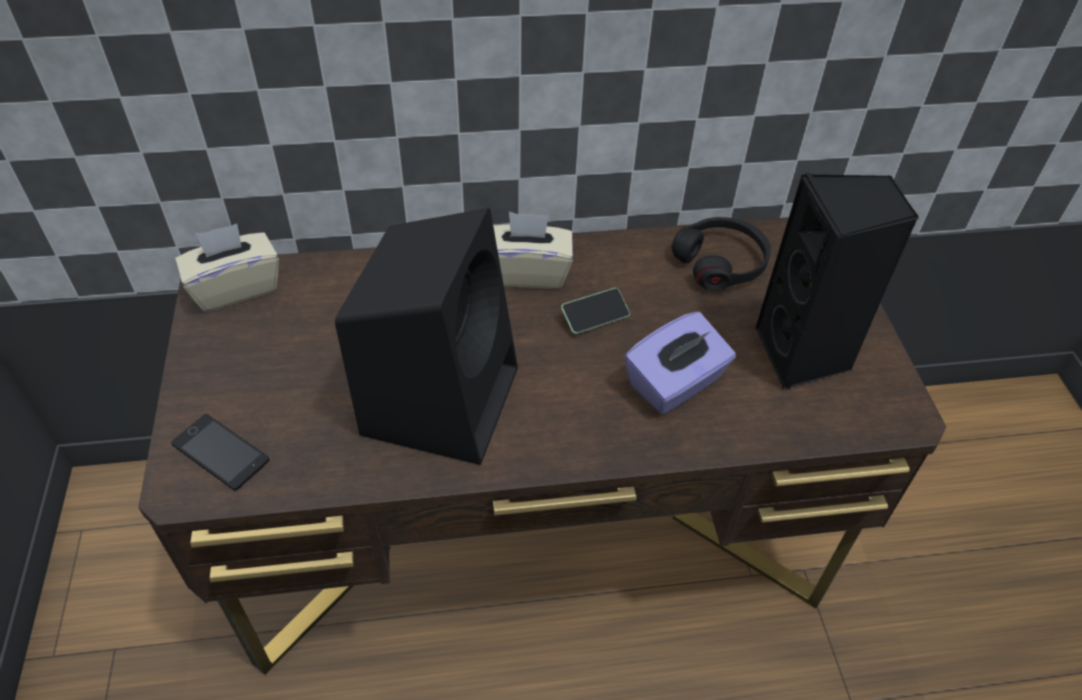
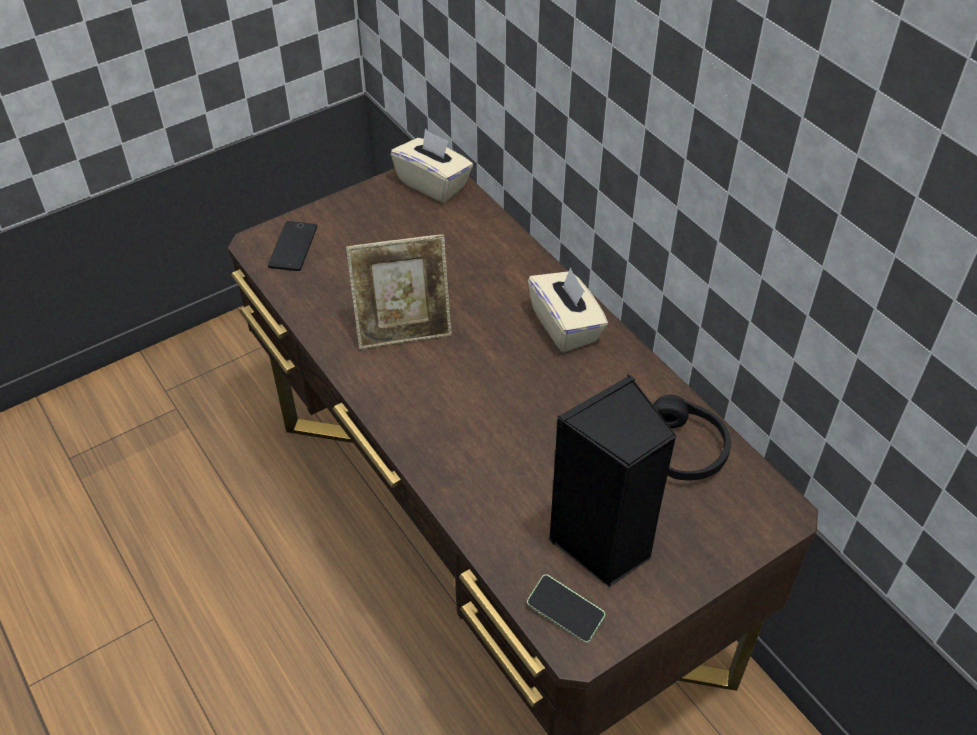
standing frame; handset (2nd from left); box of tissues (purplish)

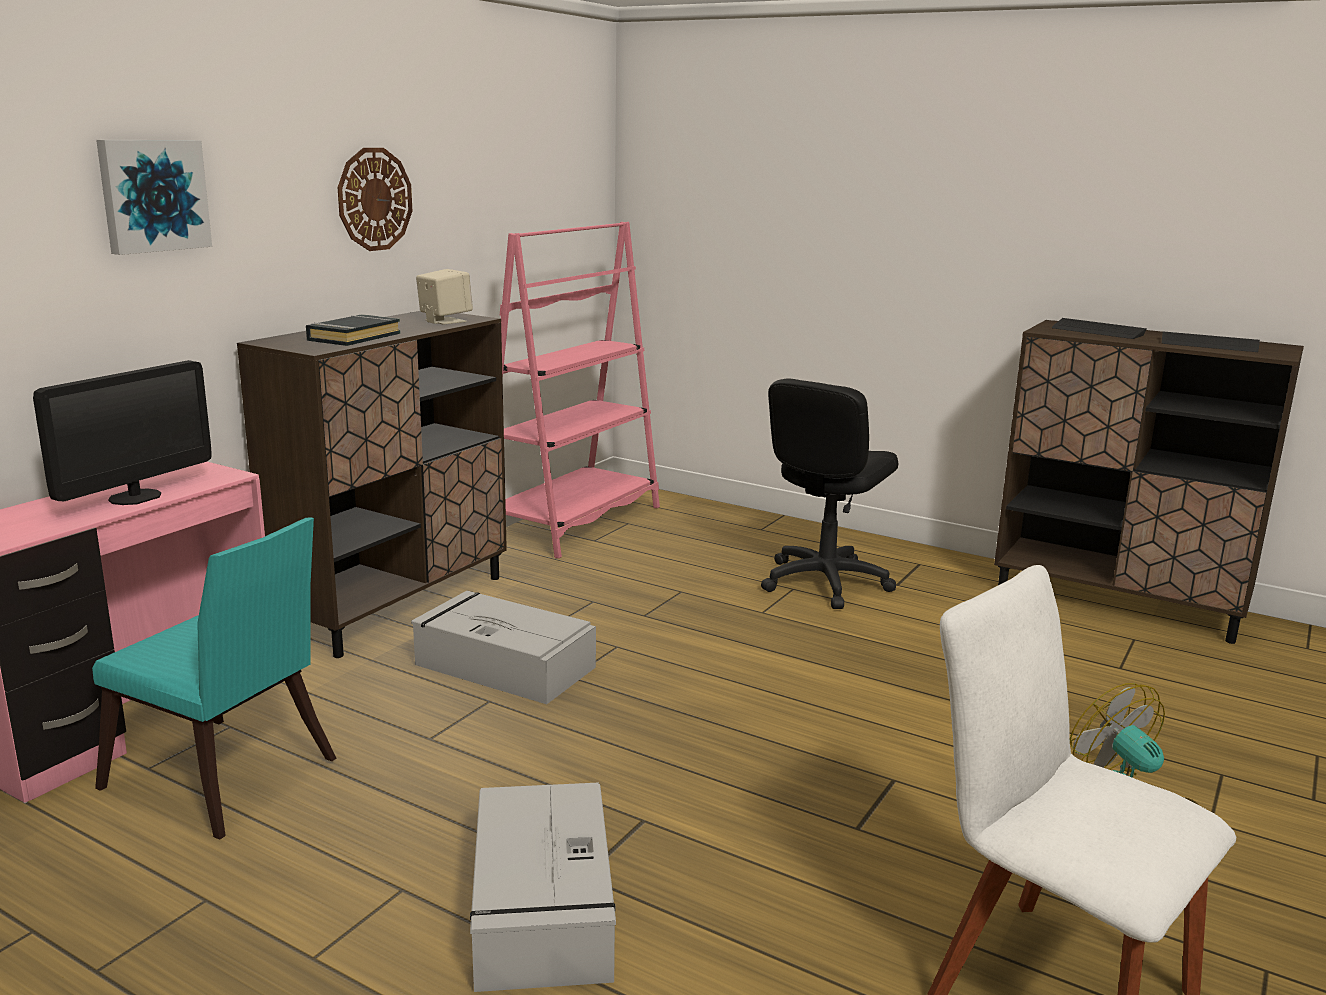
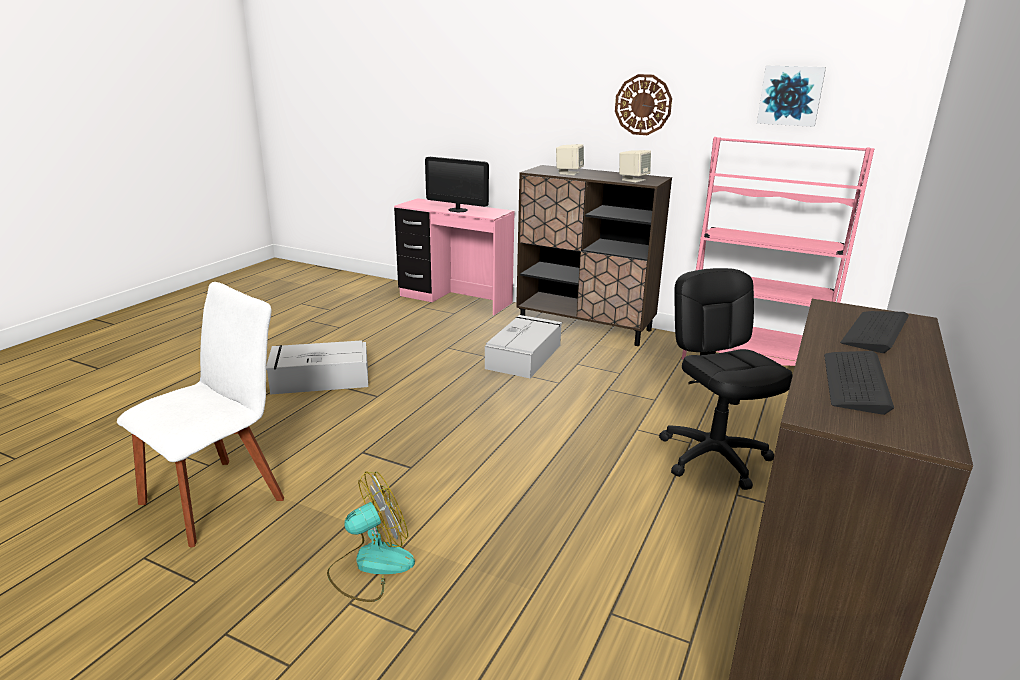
plain chair (turquoise-coloured); wall picture; speaker (beige) (1st from left); office chair (blackish)

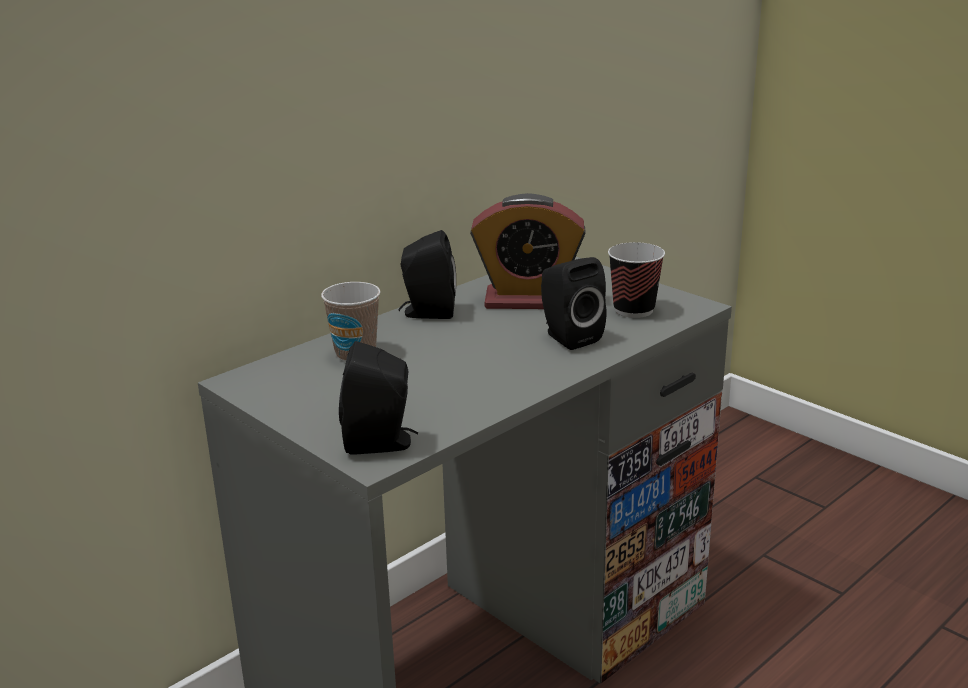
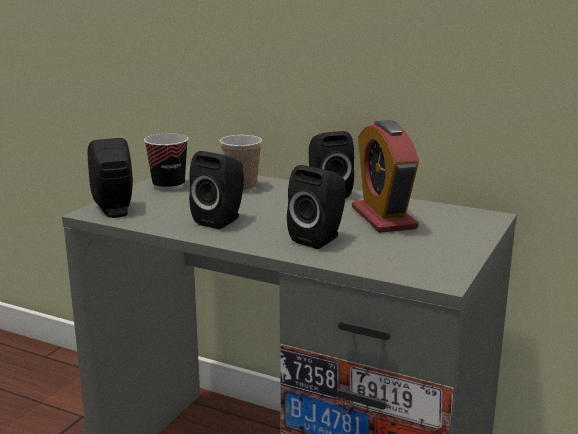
cup (1st from left); speaker (blackish) (2nd from left)

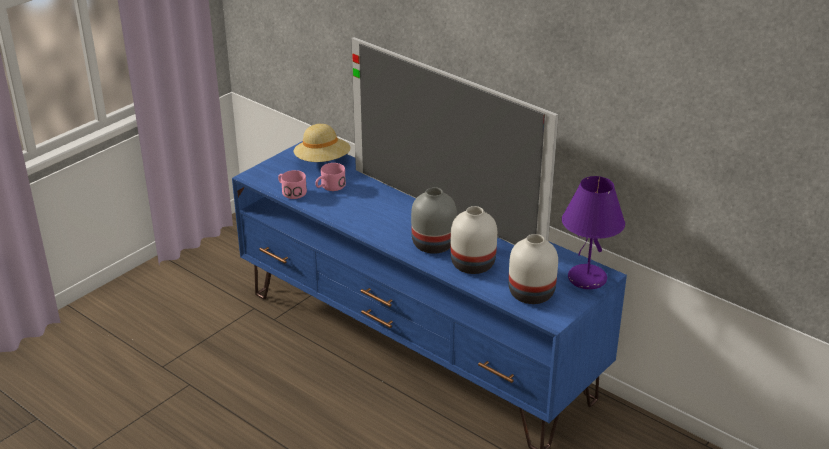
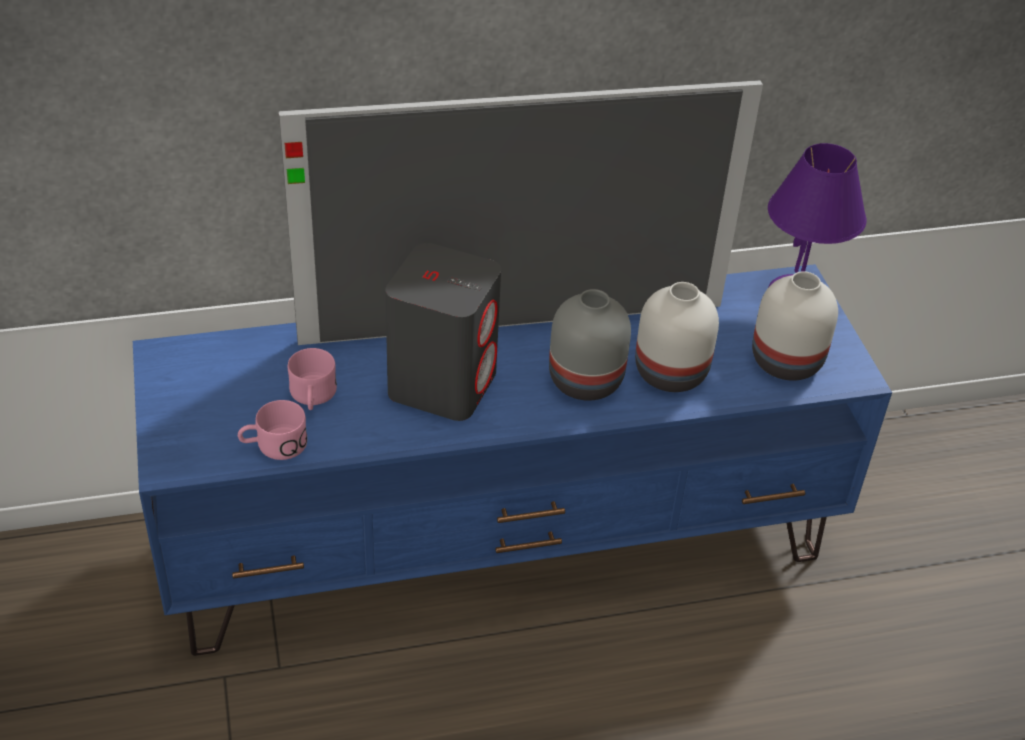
wearable hat (beige); speaker (gray)

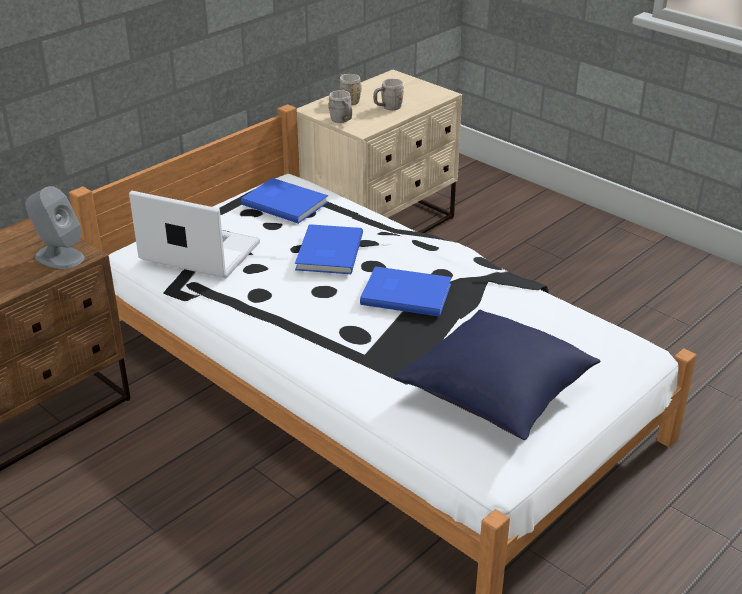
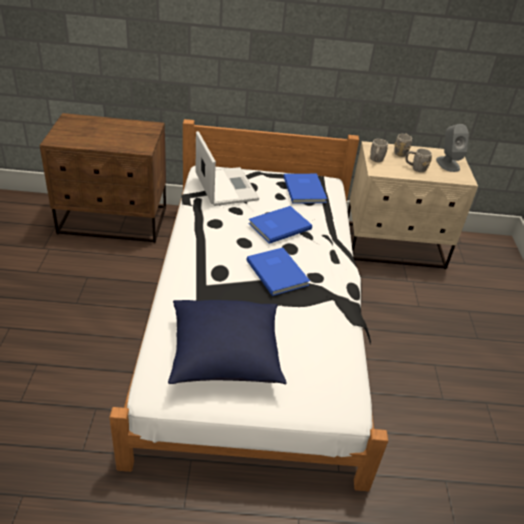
speaker (gray)

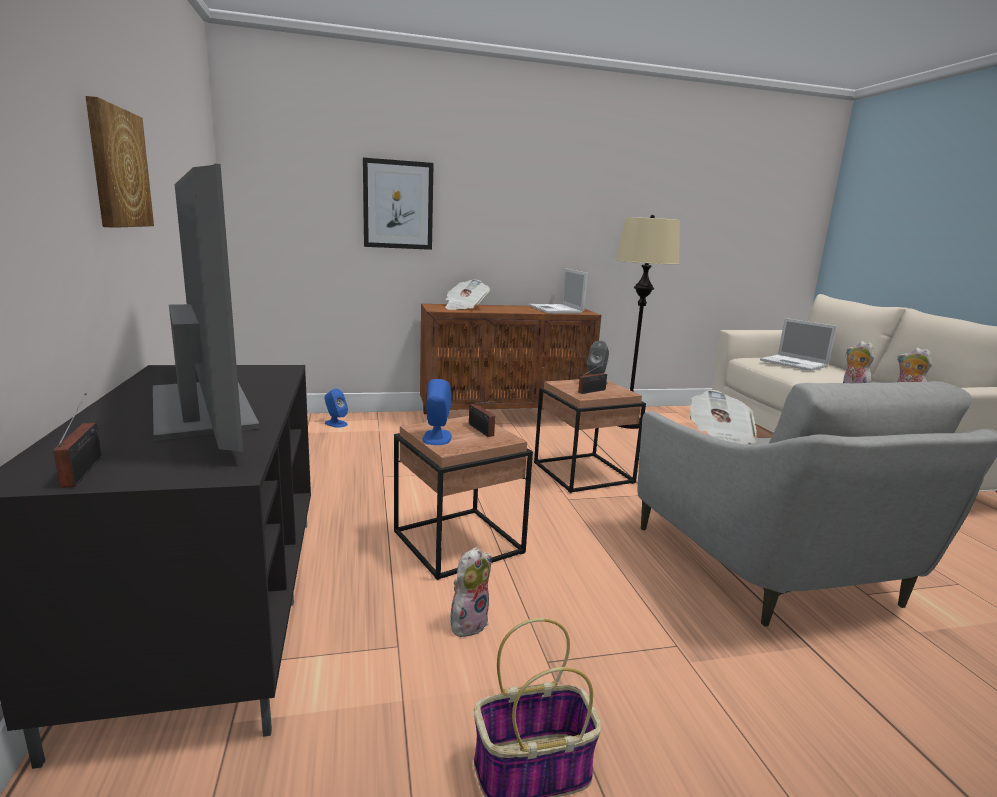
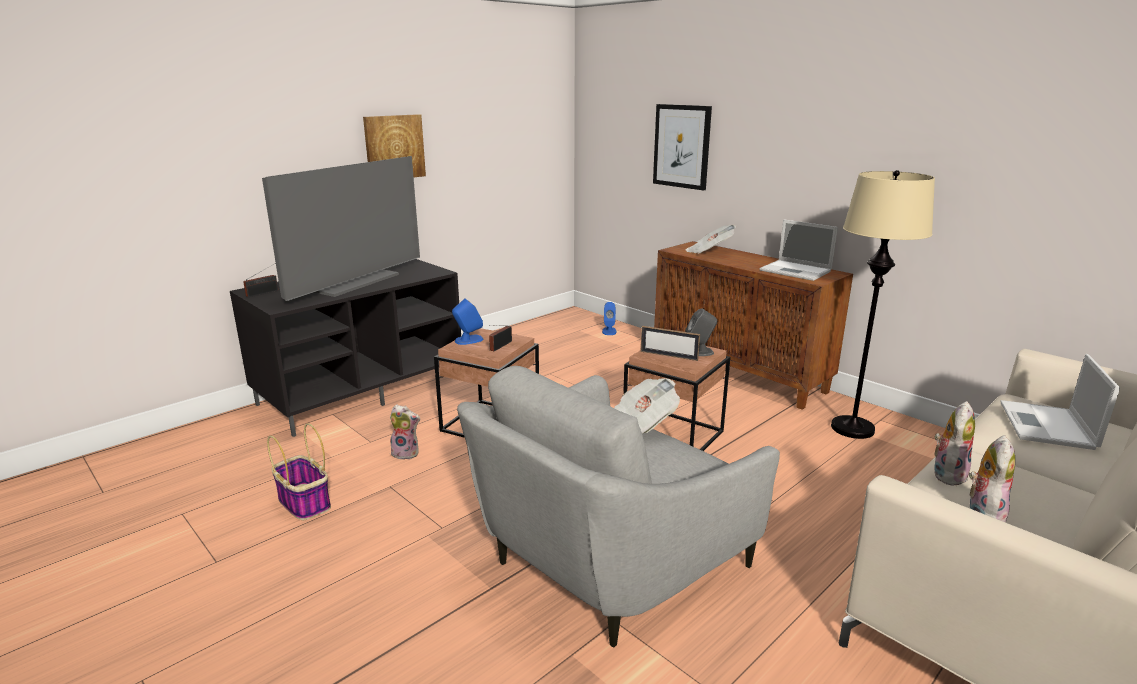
notebook computer (1st from left); standing frame

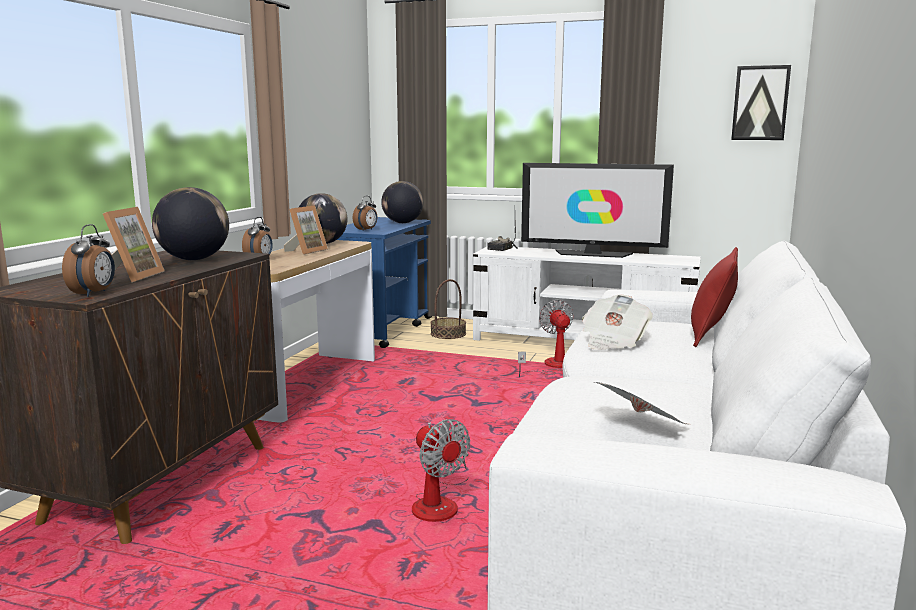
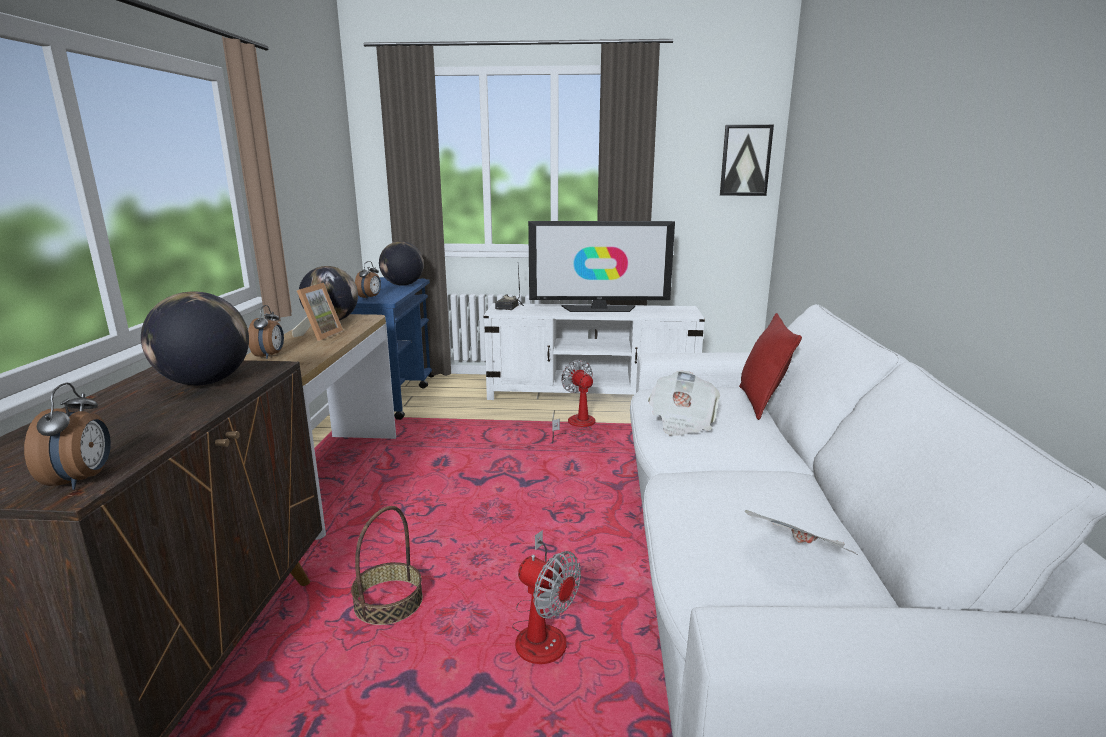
standing frame (1st from left in the first image); basket

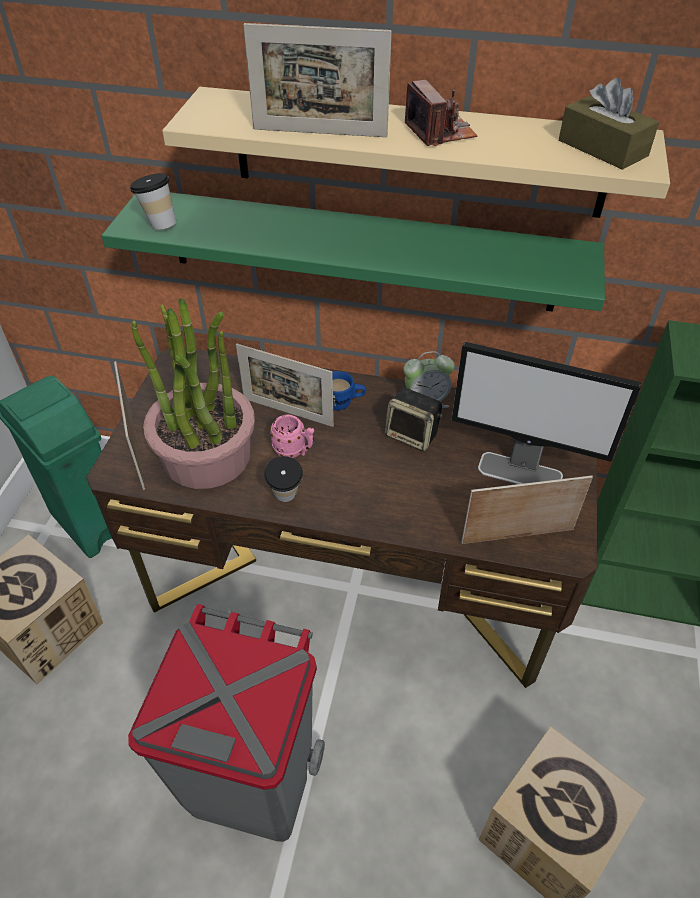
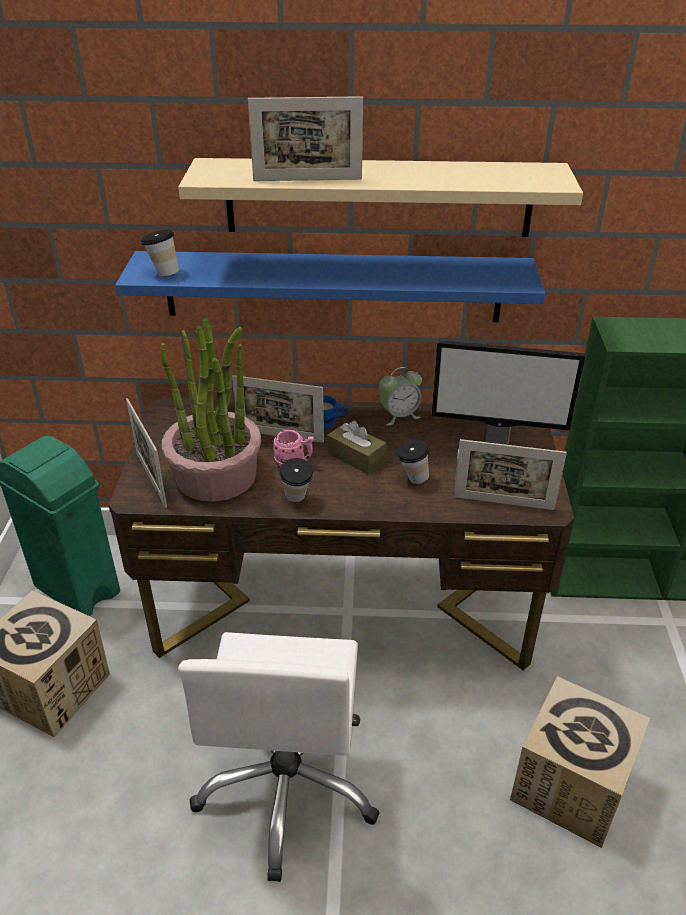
shelf (blue); office chair (white-coloured); speaker; still camera; standing frame (4th from left); box of tissues (brown); cup (3rd from left)

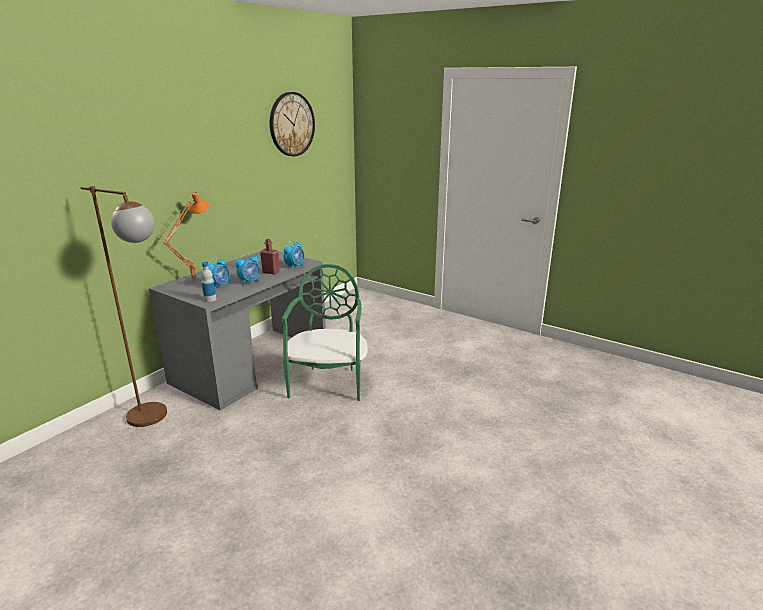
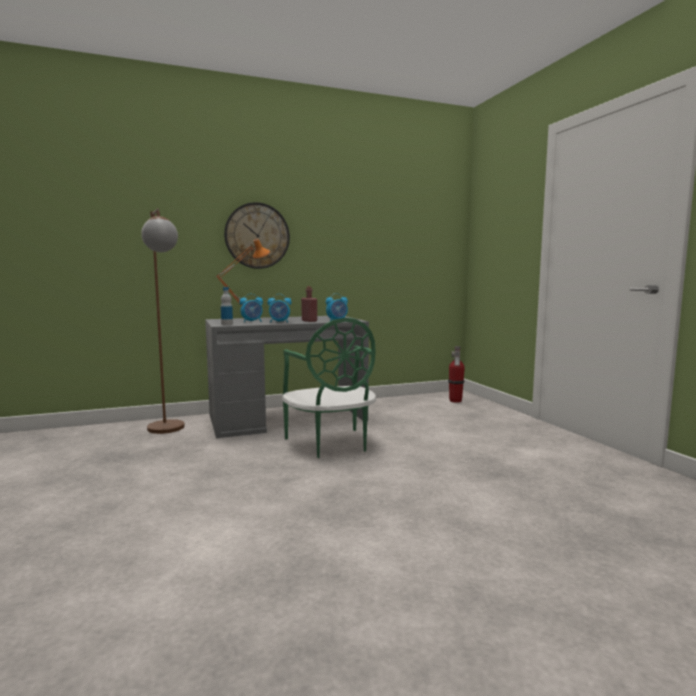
wall clock; plain chair (greenish); fire-fighting cylinder

